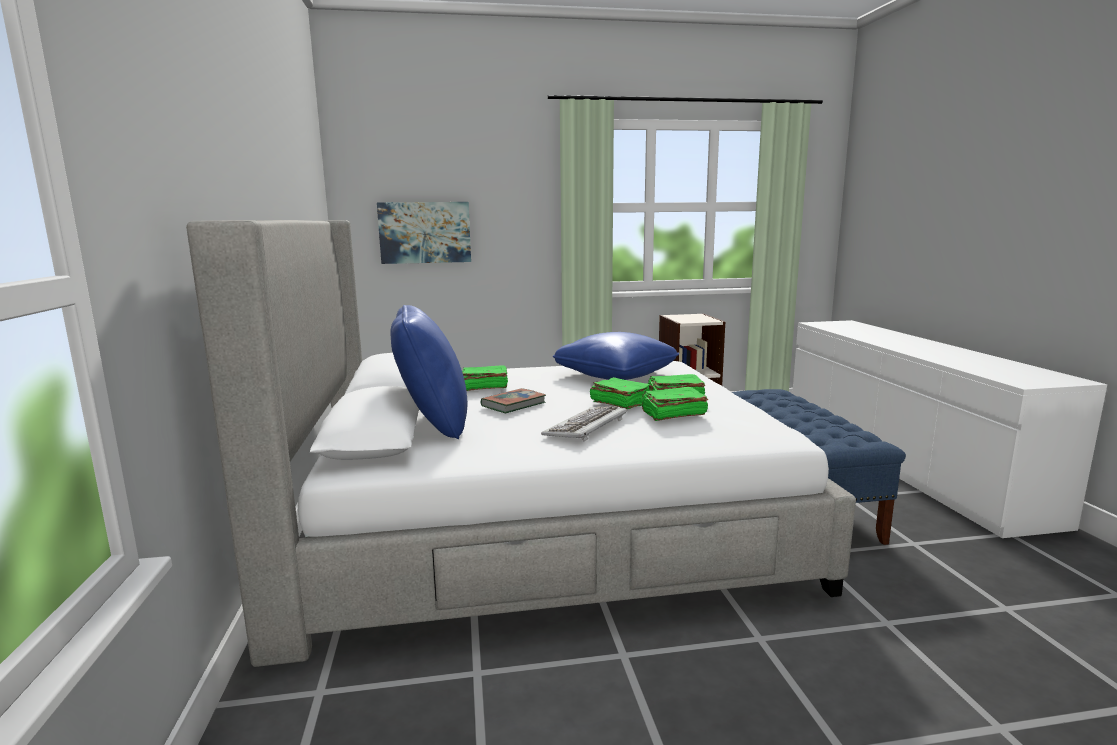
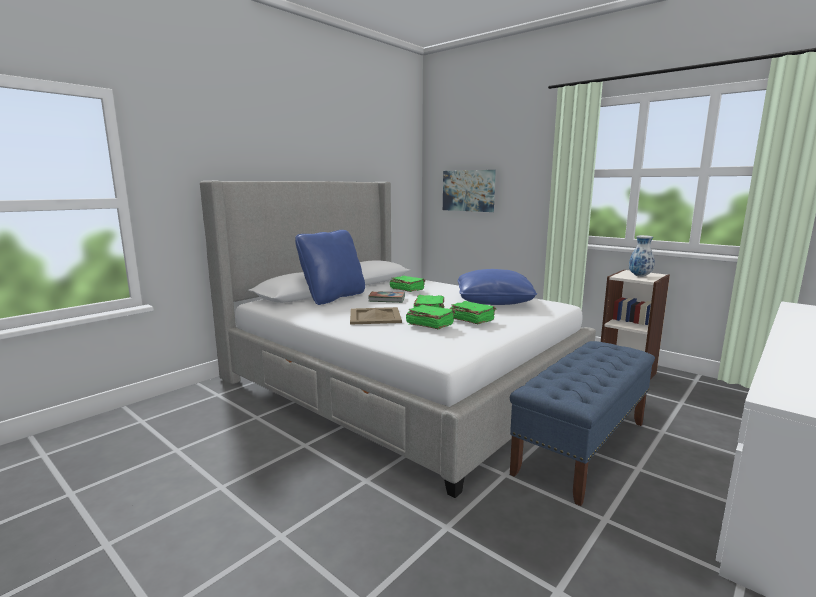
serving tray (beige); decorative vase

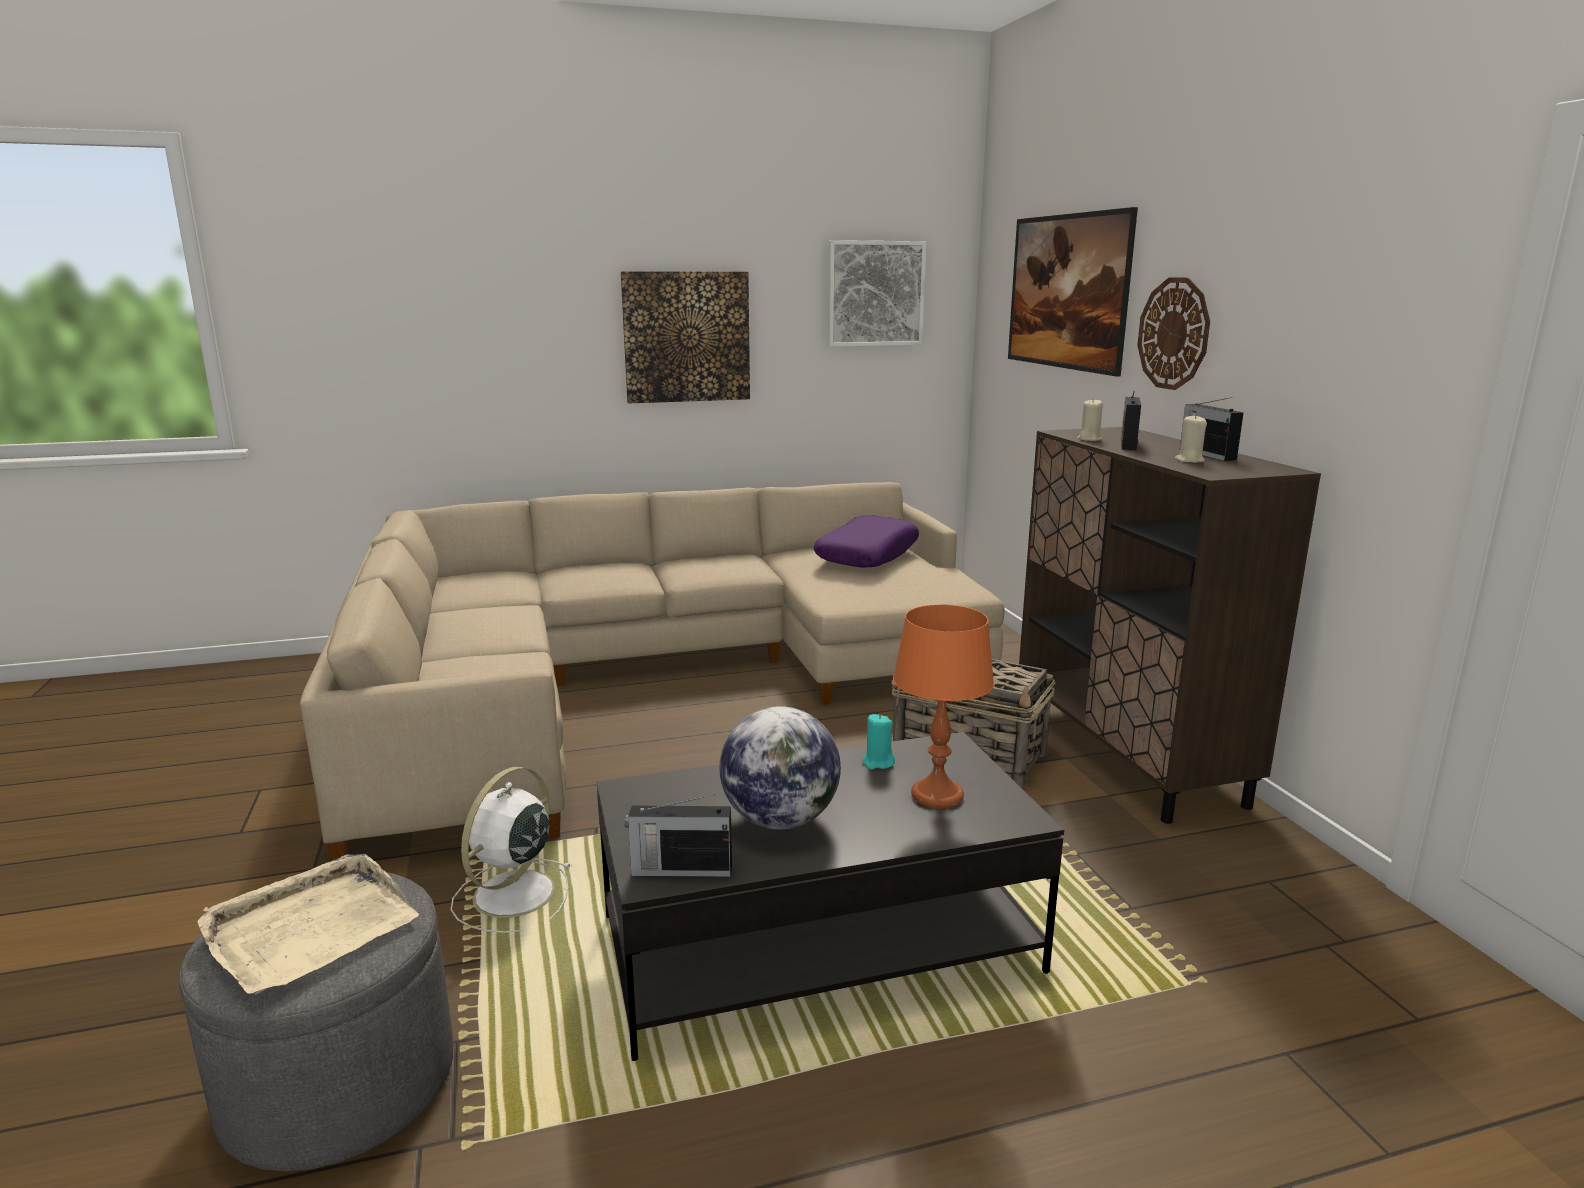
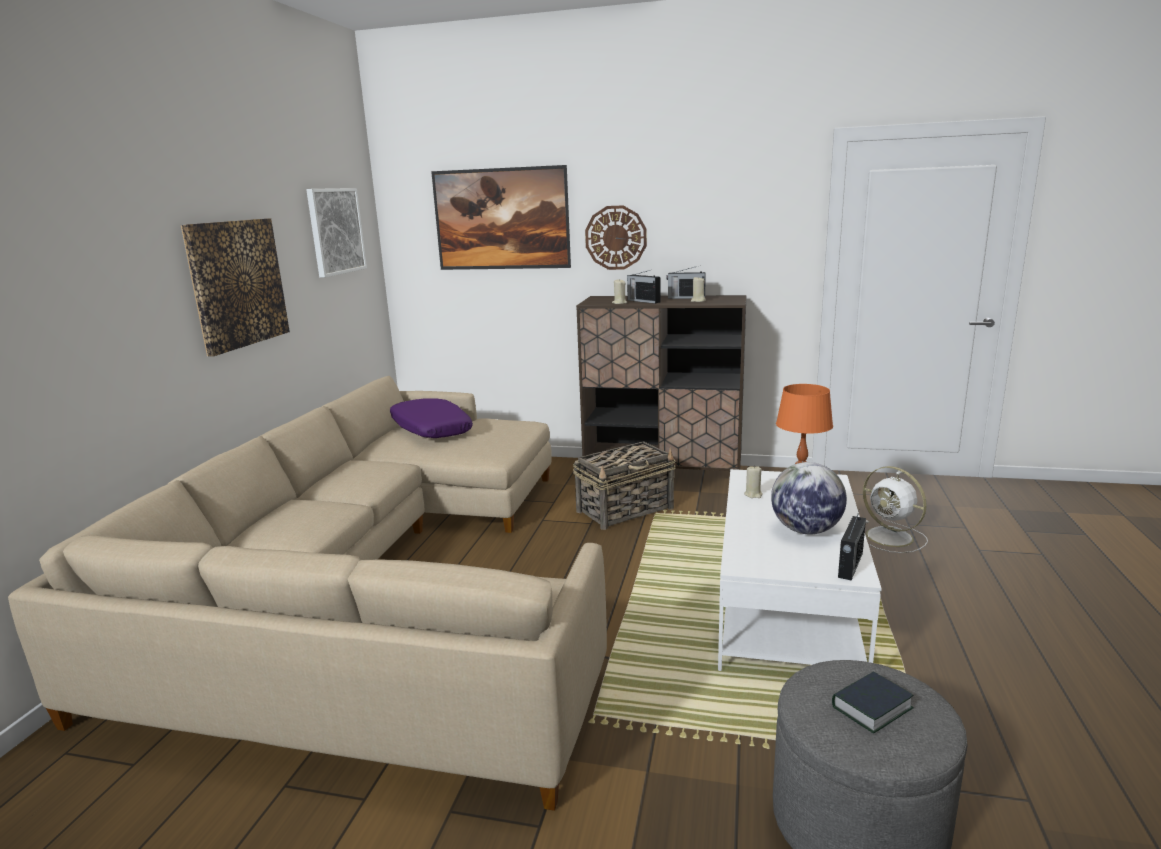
book; electric fan (white-coloured); lounge table (white-coloured); wax candle (beige) (3rd from left)

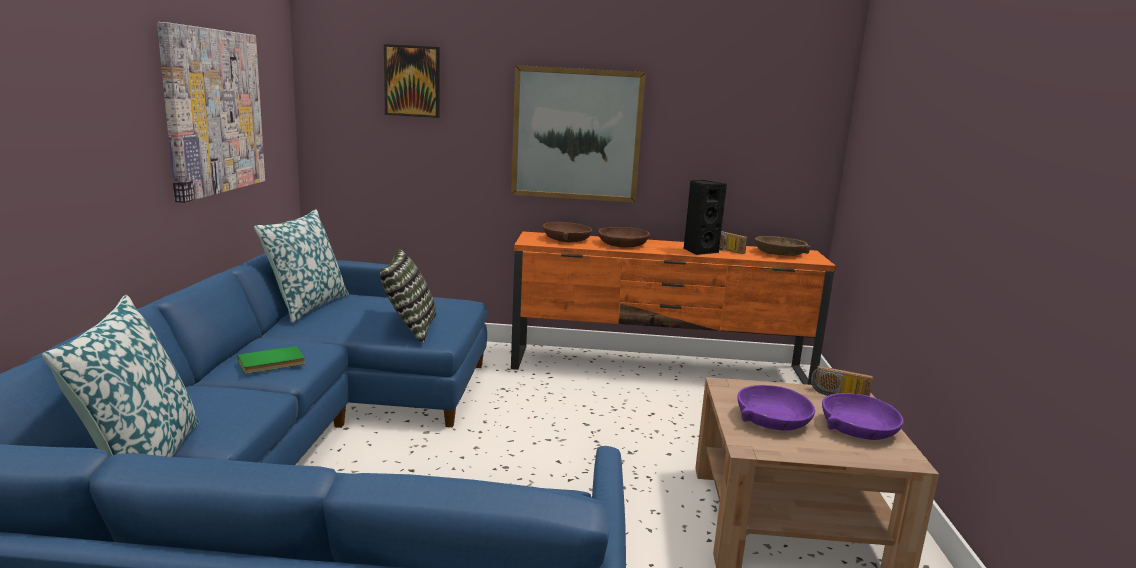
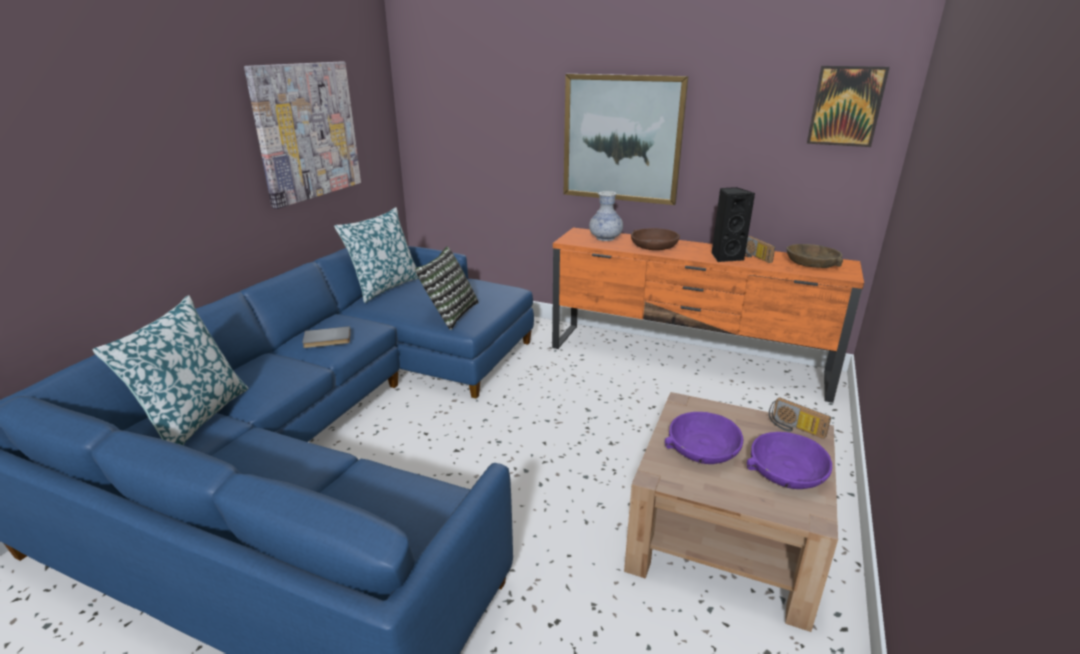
book (gray); wall picture (3rd from left); decorative vase

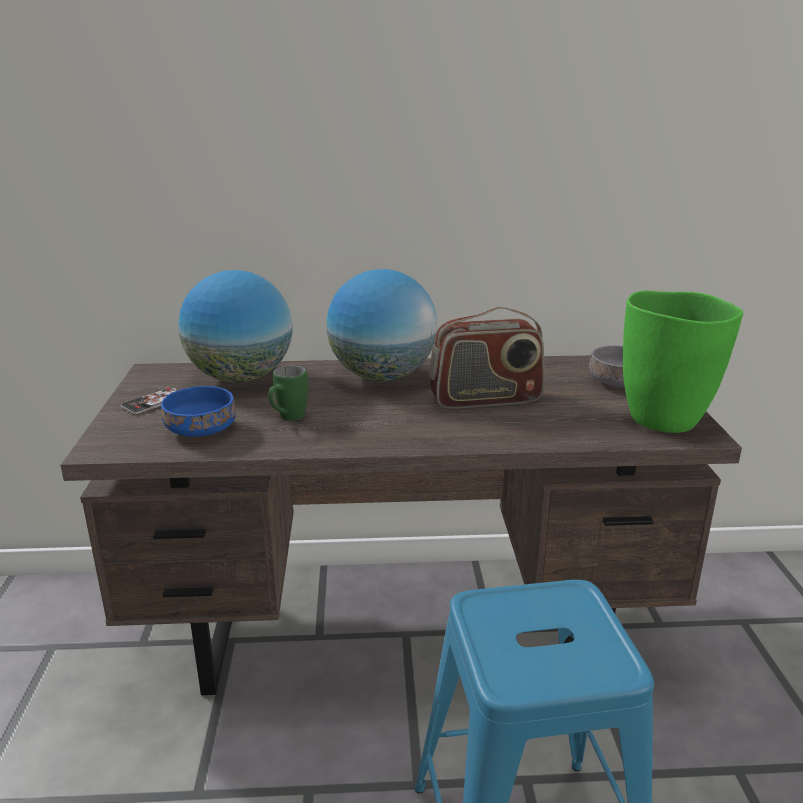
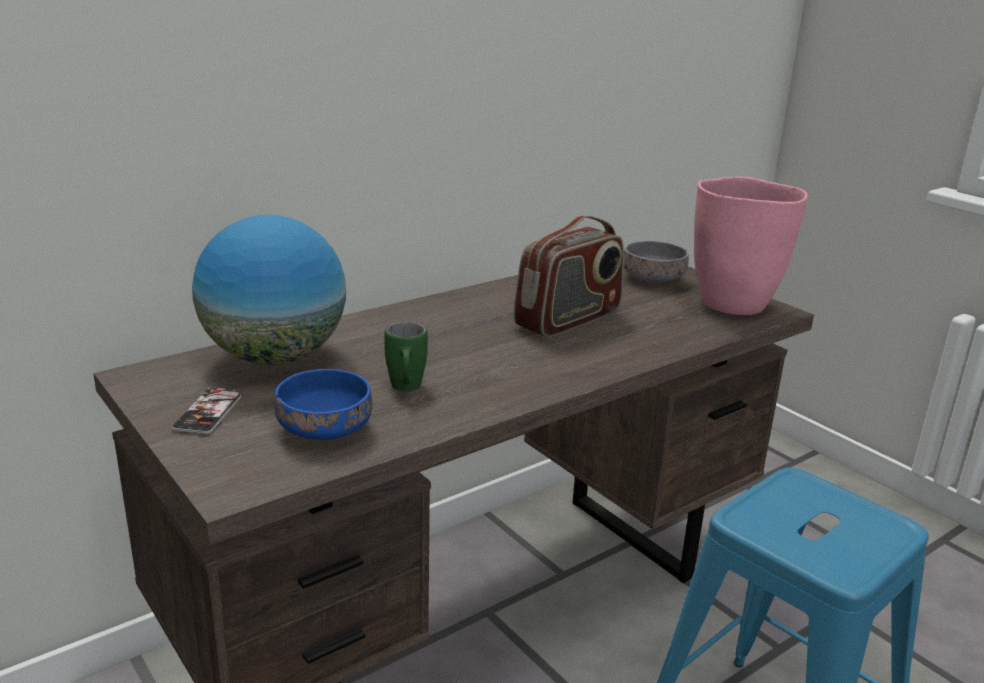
world globe (2nd from left in the first image); decorative vase (pink)

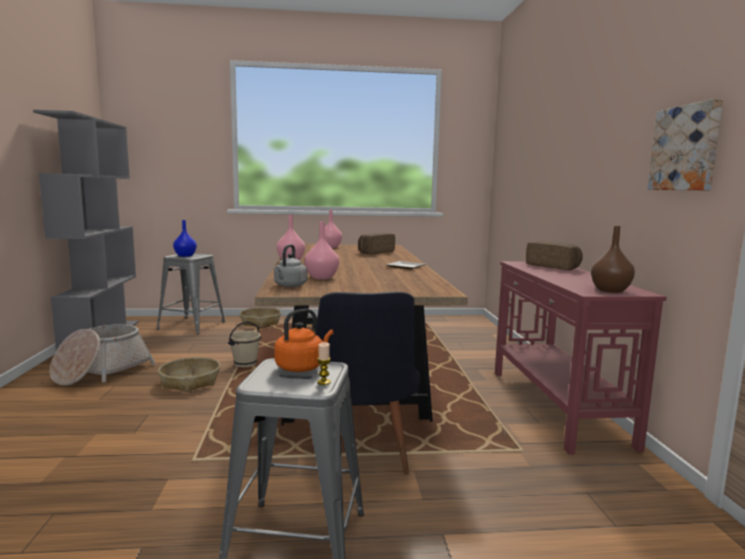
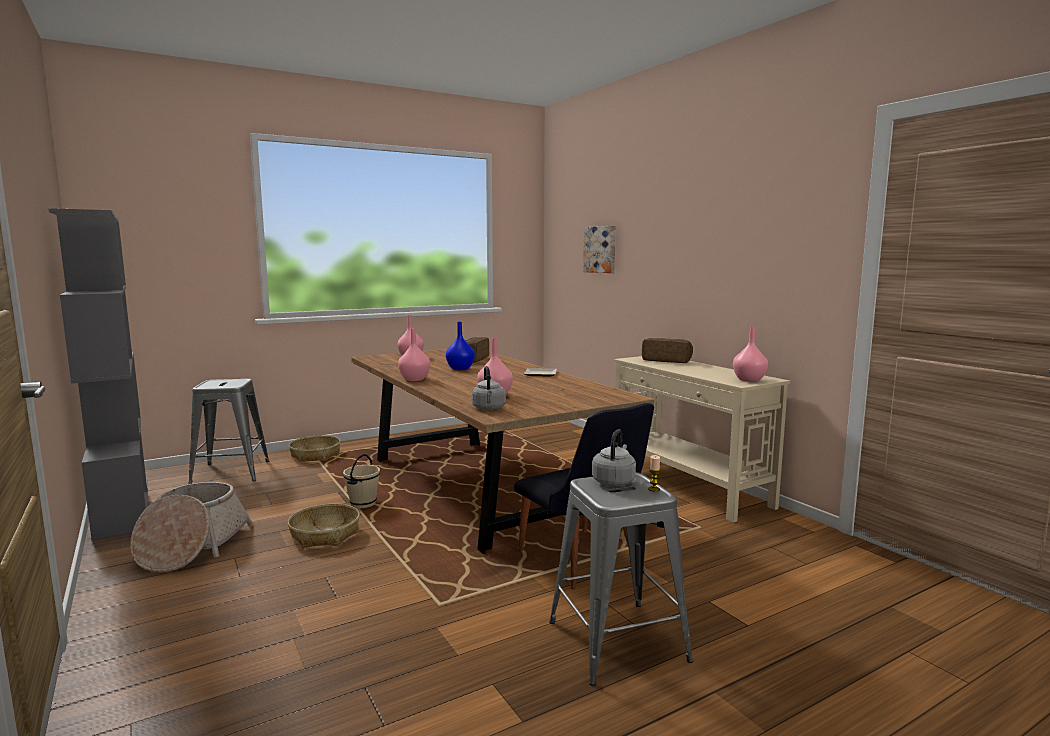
decorative vase (blue); water kettle (gray) (2nd from left); console table (beige); decorative vase (pink) (4th from left); wall picture

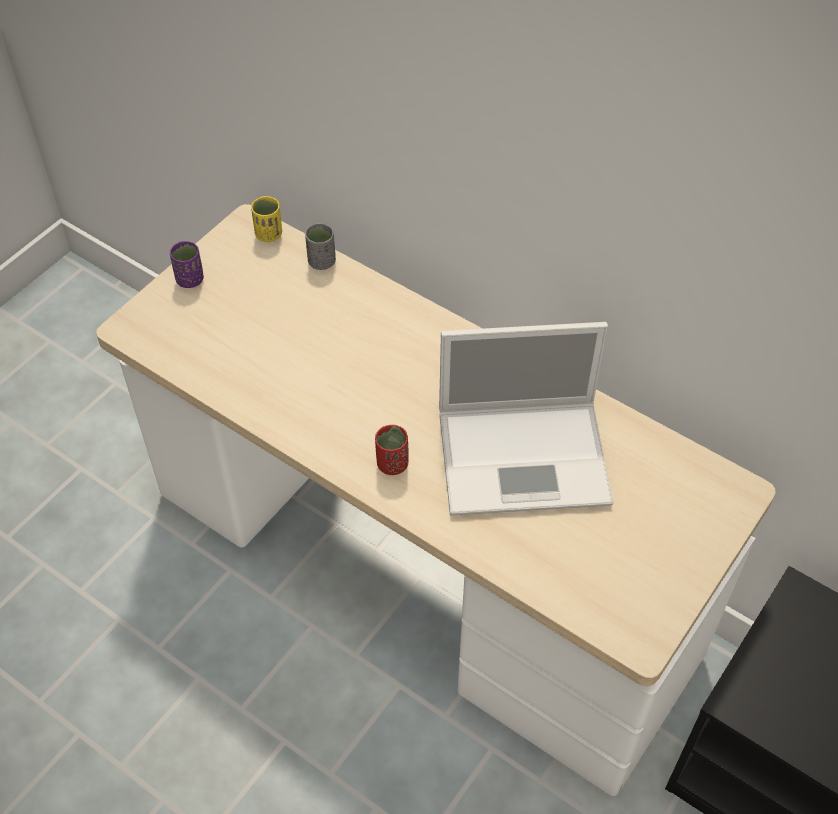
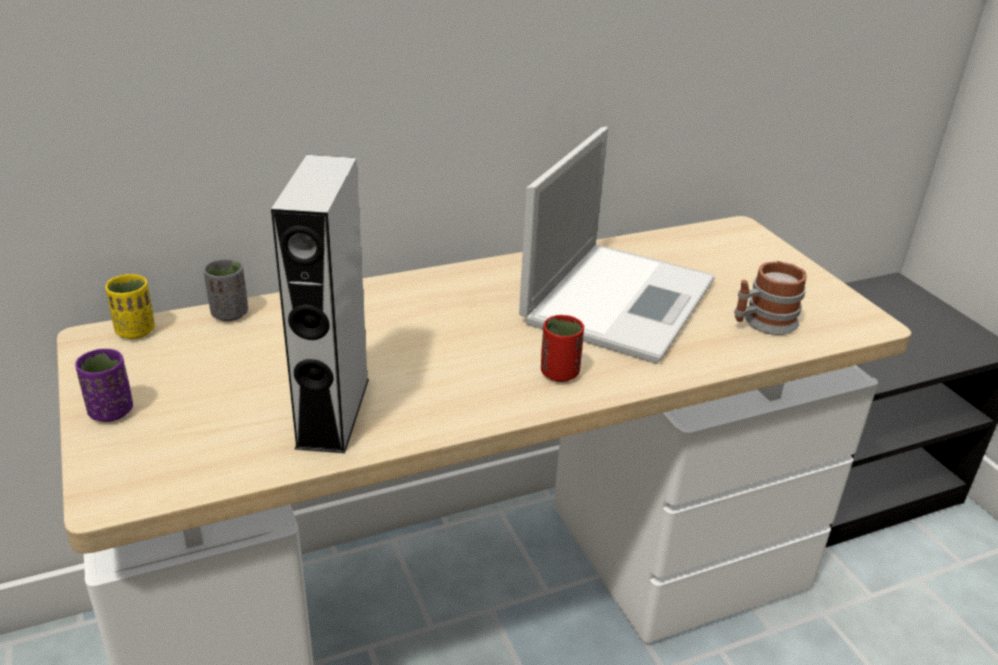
speaker (gray); mug

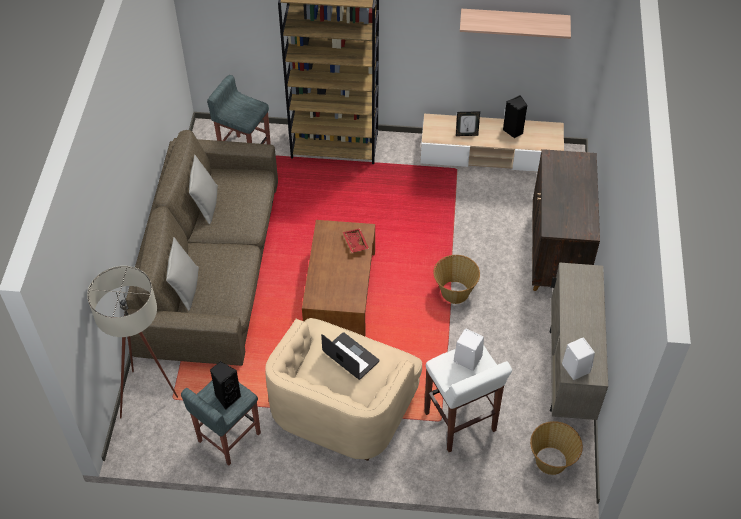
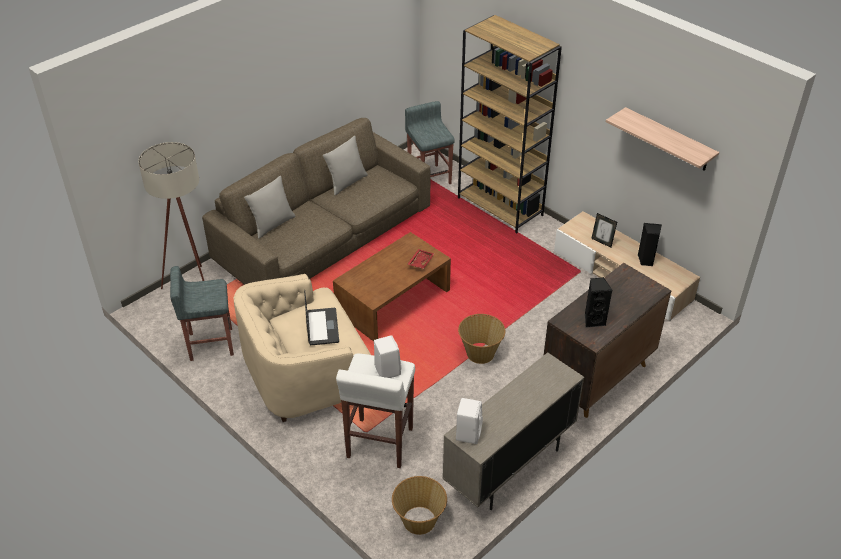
speaker (blackish) (1st from left)

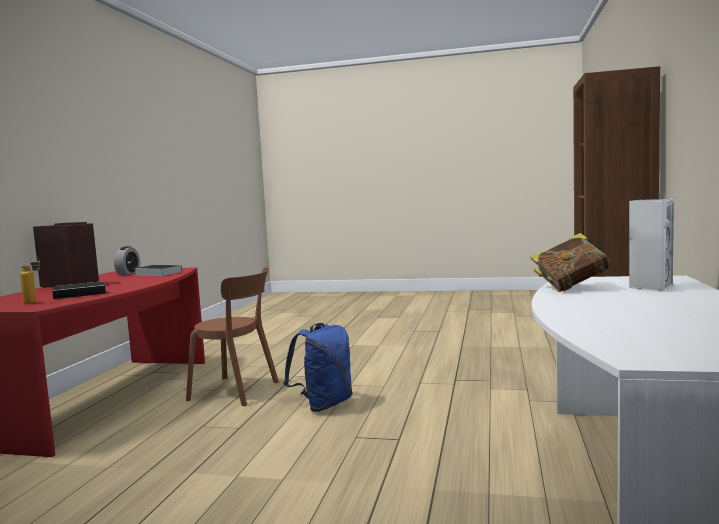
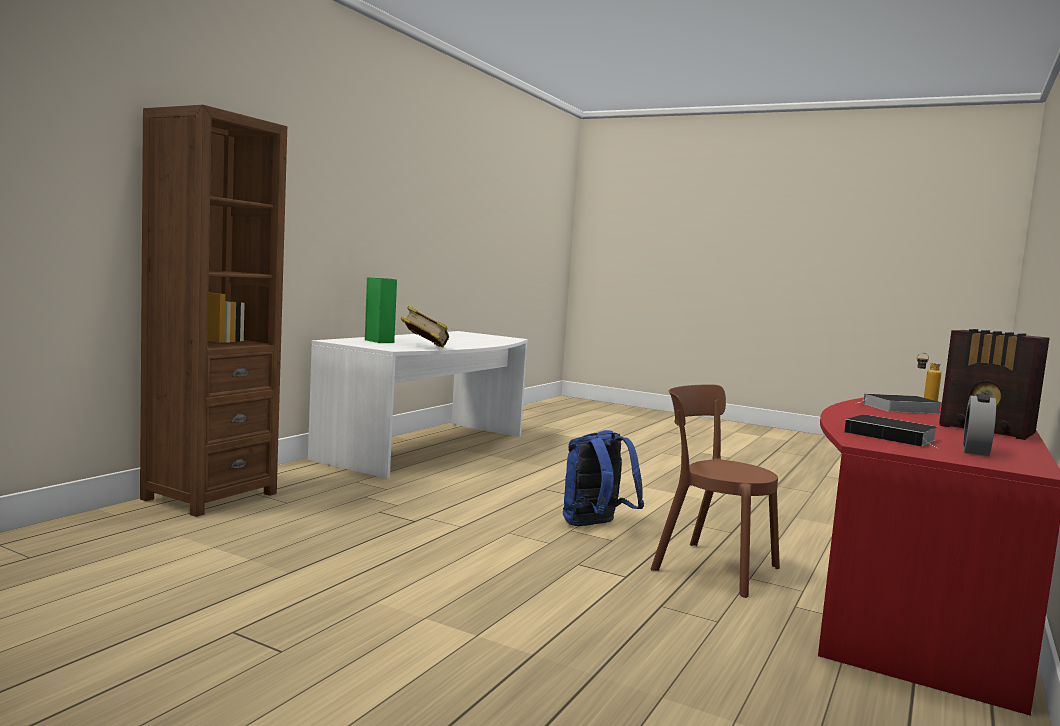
speaker (greenish)

